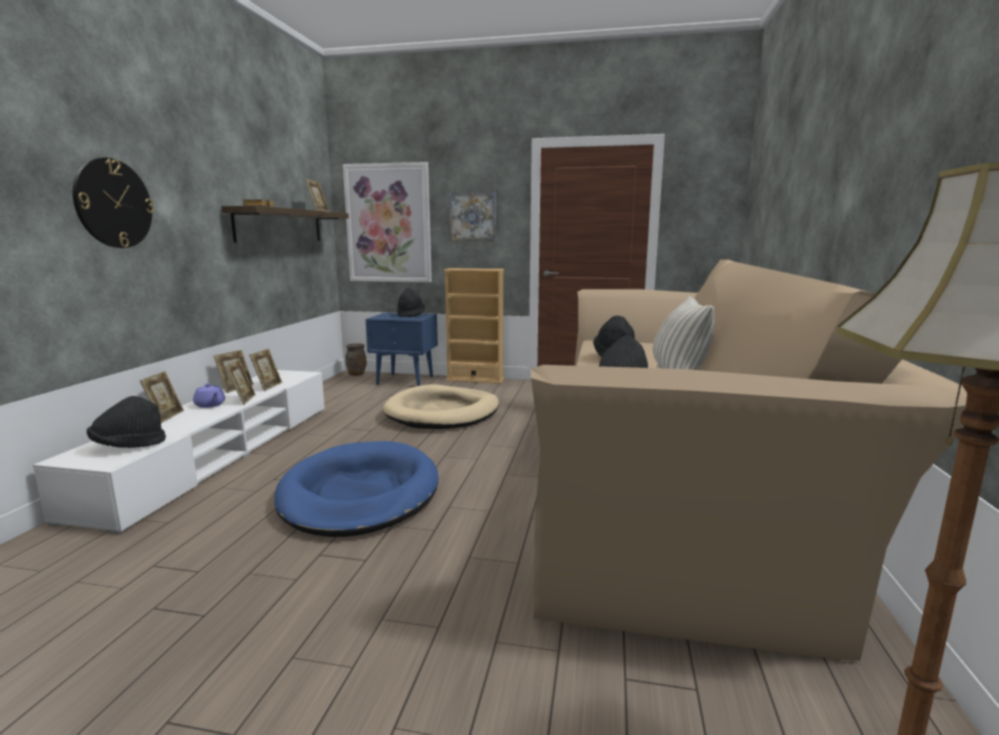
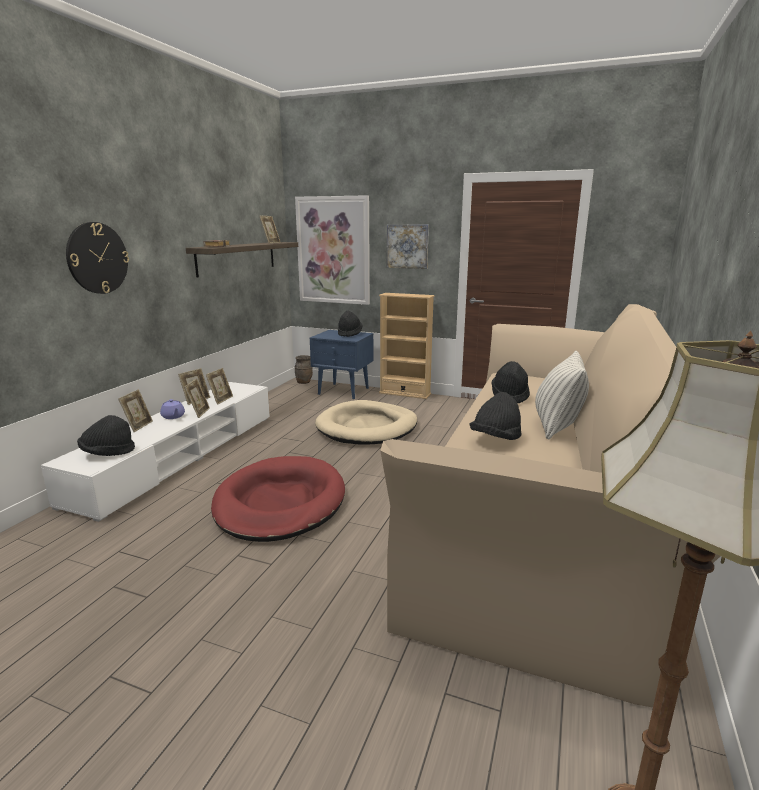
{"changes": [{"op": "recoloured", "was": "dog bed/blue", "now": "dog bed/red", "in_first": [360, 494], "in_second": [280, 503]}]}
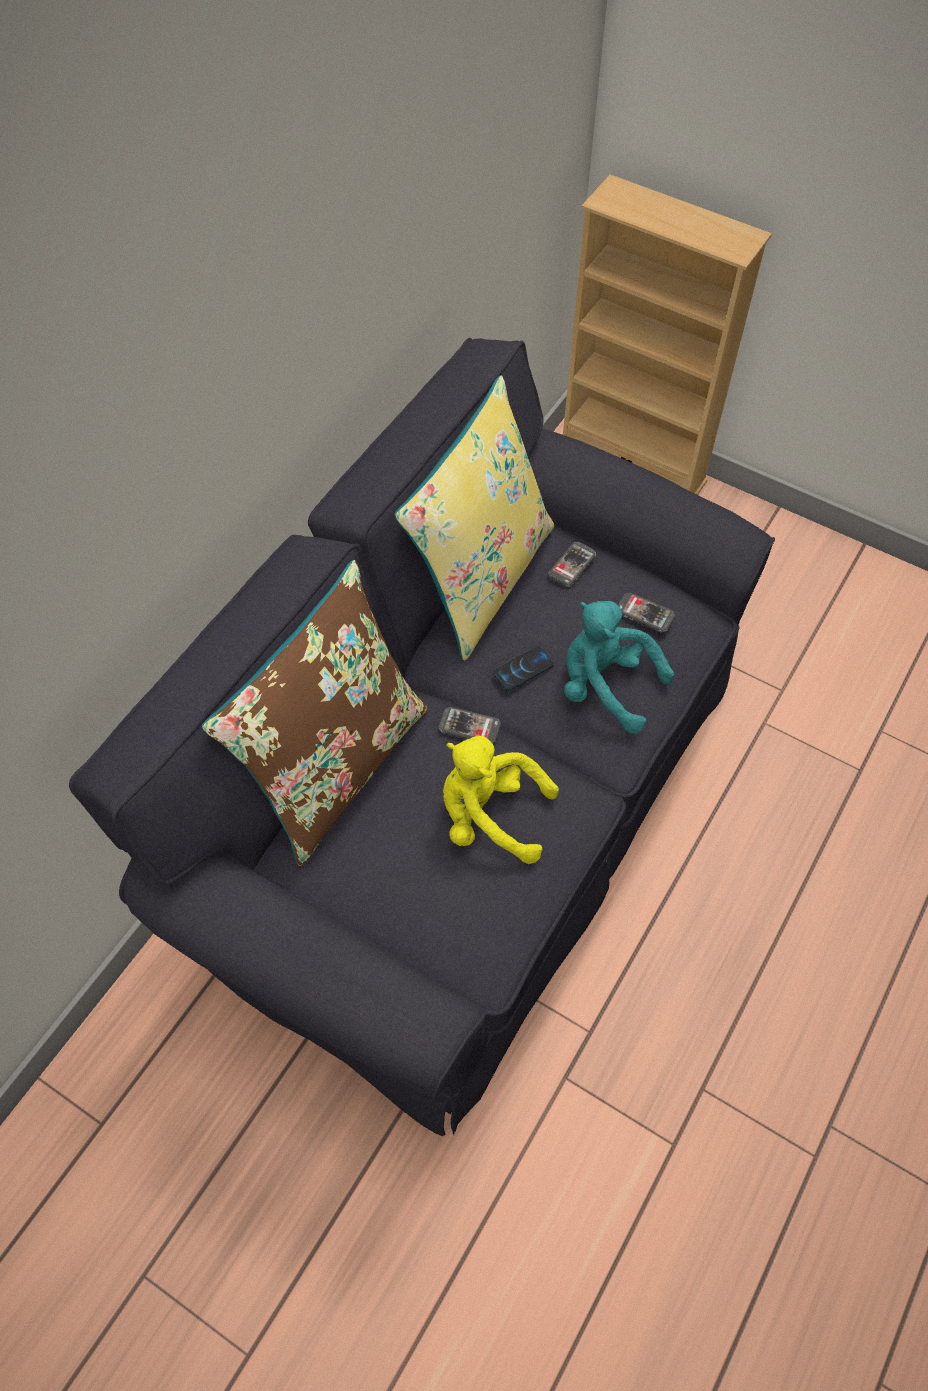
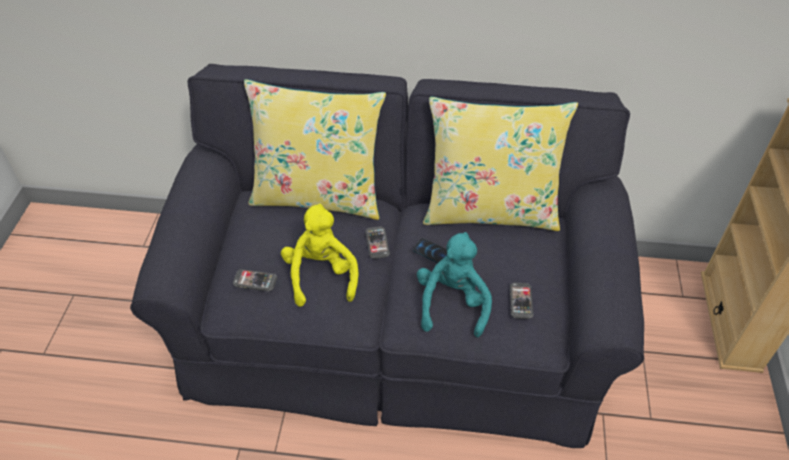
{"changes": [{"op": "moved", "was": "phone", "in_first": [572, 565], "in_second": [255, 281]}, {"op": "recoloured", "was": "pillow/brown", "now": "pillow/yellow", "in_first": [336, 765], "in_second": [318, 196]}]}
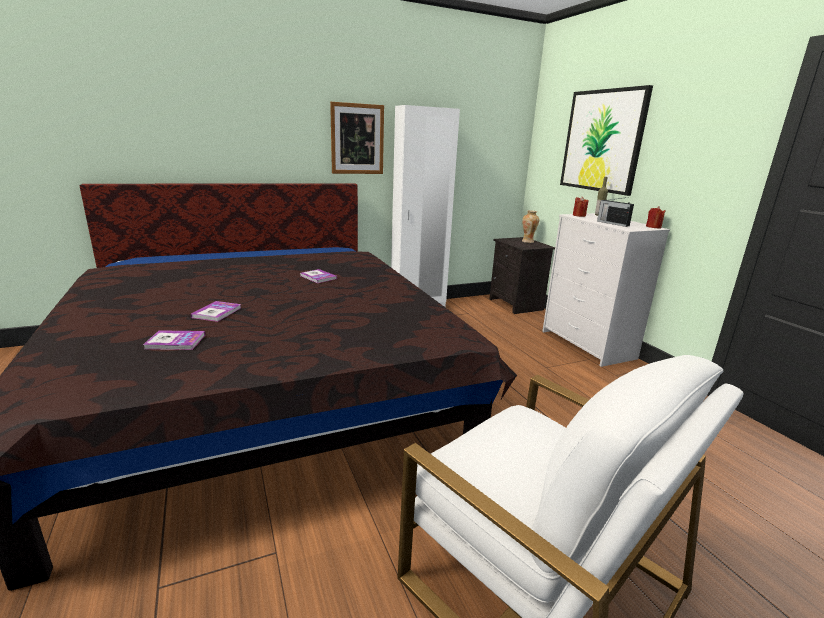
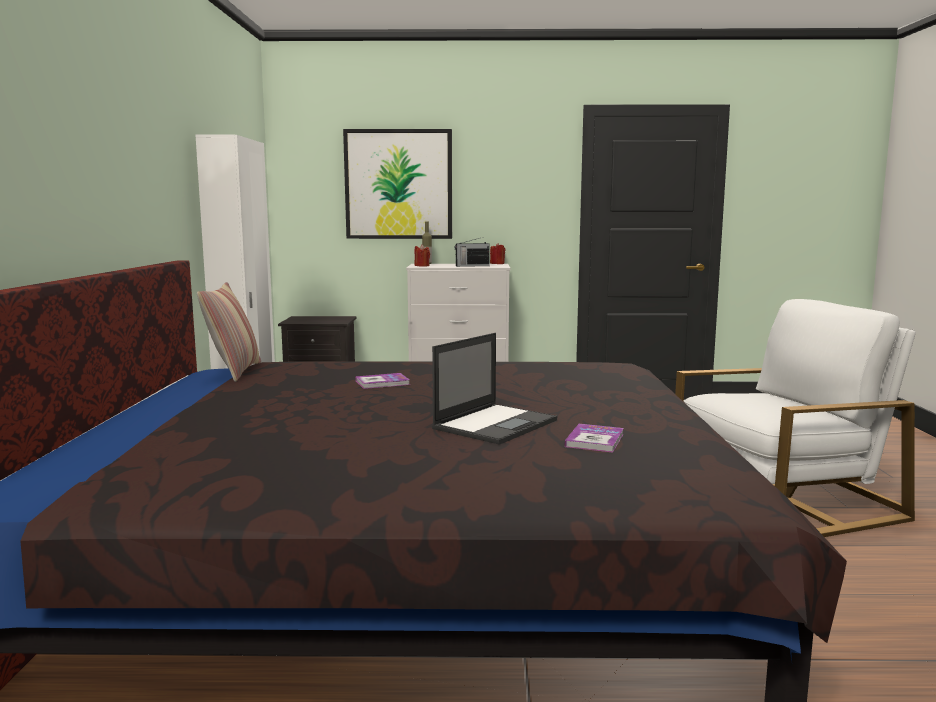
{"changes": [{"op": "added", "now": "pillow", "in_second": [234, 371]}, {"op": "replaced", "was": "book", "now": "laptop", "in_first": [217, 312], "in_second": [496, 424]}, {"op": "removed", "was": "picture", "in_first": [357, 139]}, {"op": "removed", "was": "vase", "in_first": [528, 241]}]}
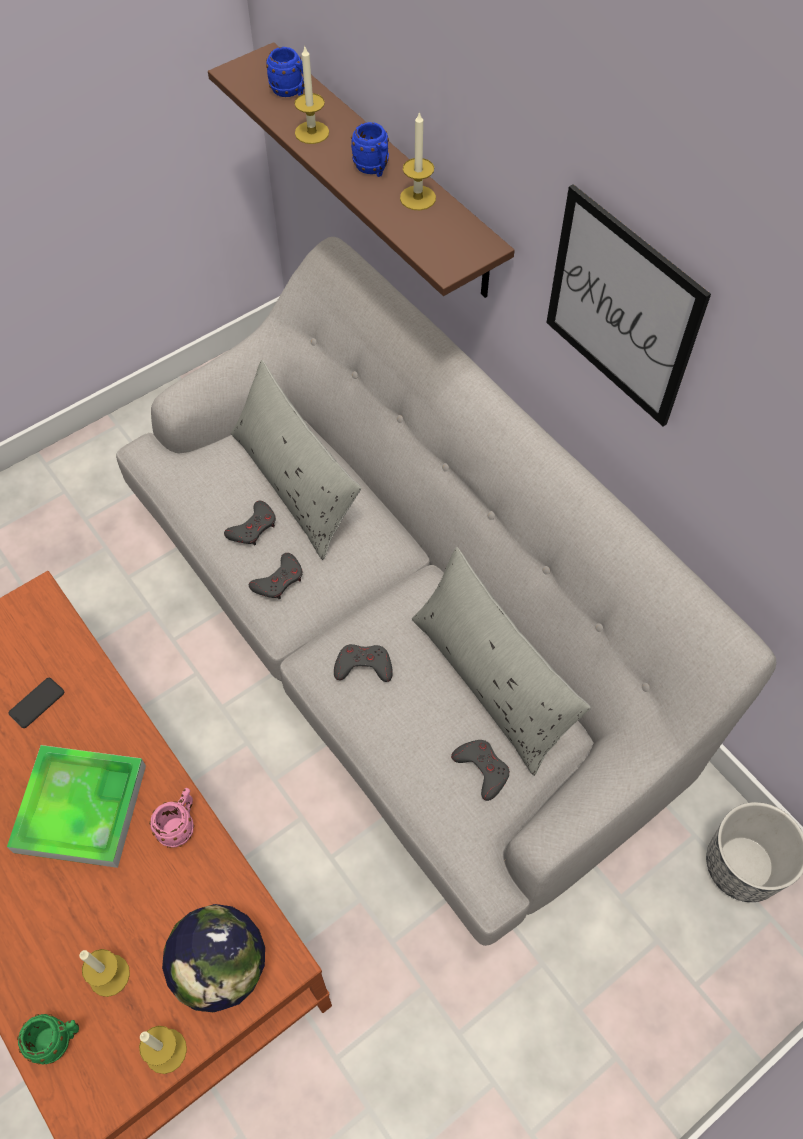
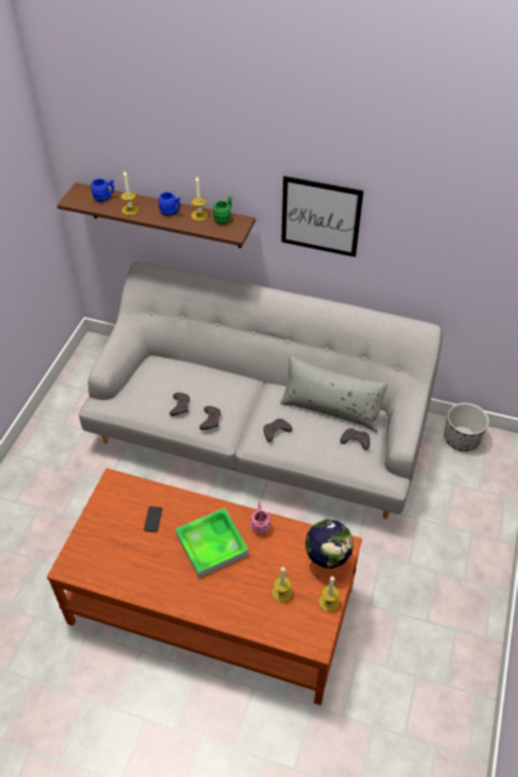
{"changes": [{"op": "moved", "was": "mug/green", "in_first": [59, 1040], "in_second": [224, 219]}, {"op": "removed", "was": "pillow/grey", "in_first": [295, 483]}]}
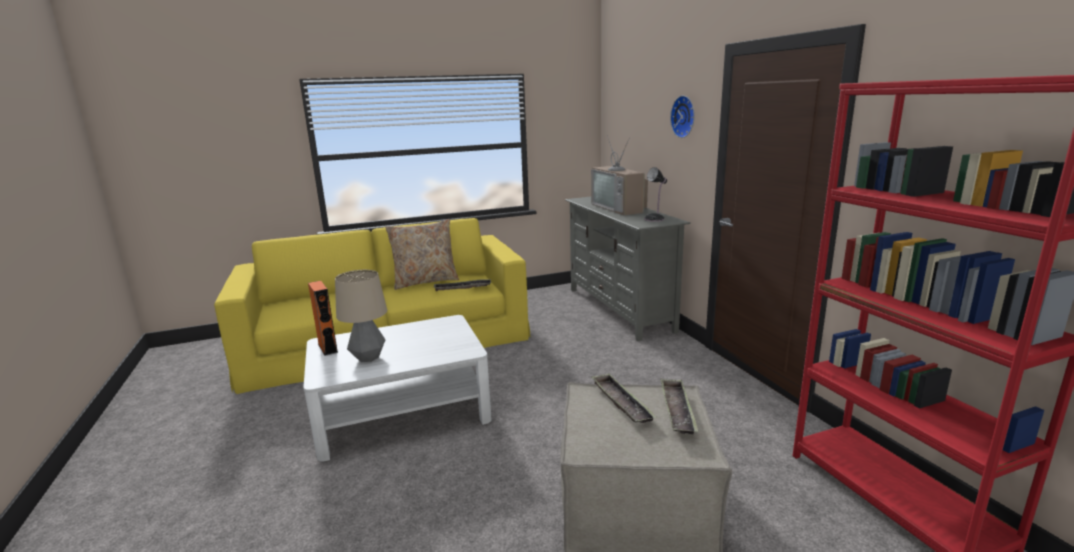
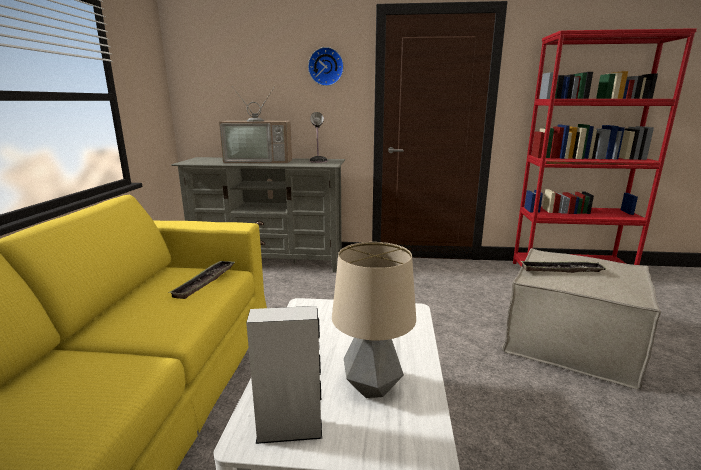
{"changes": [{"op": "recoloured", "was": "speaker/orange", "now": "speaker/grey", "in_first": [327, 348], "in_second": [289, 431]}, {"op": "removed", "was": "pillow/beige", "in_first": [425, 281]}, {"op": "removed", "was": "tray", "in_first": [677, 410]}]}
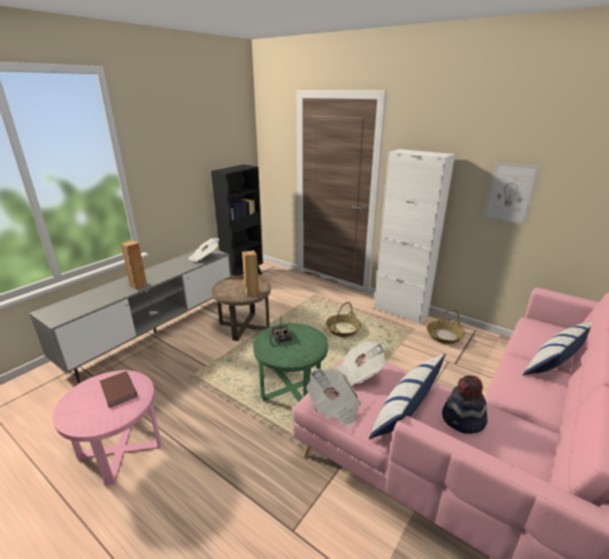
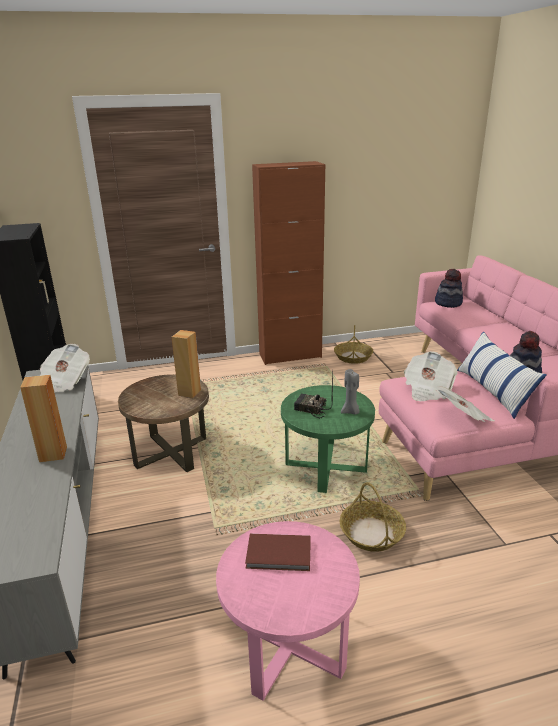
{"changes": [{"op": "recoloured", "was": "cabinet/white", "now": "cabinet/brown", "in_first": [400, 311], "in_second": [290, 355]}, {"op": "moved", "was": "basket", "in_first": [342, 329], "in_second": [372, 533]}, {"op": "added", "now": "candle/grey", "in_second": [350, 412]}, {"op": "added", "now": "hat", "in_second": [448, 303]}, {"op": "removed", "was": "picture", "in_first": [510, 193]}, {"op": "removed", "was": "pillow", "in_first": [554, 362]}]}
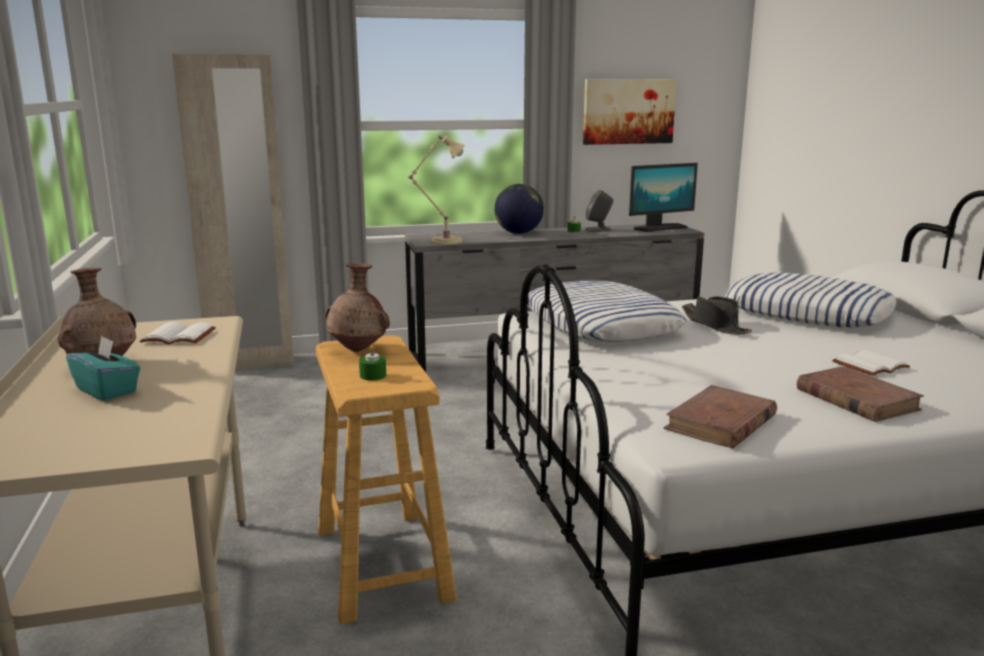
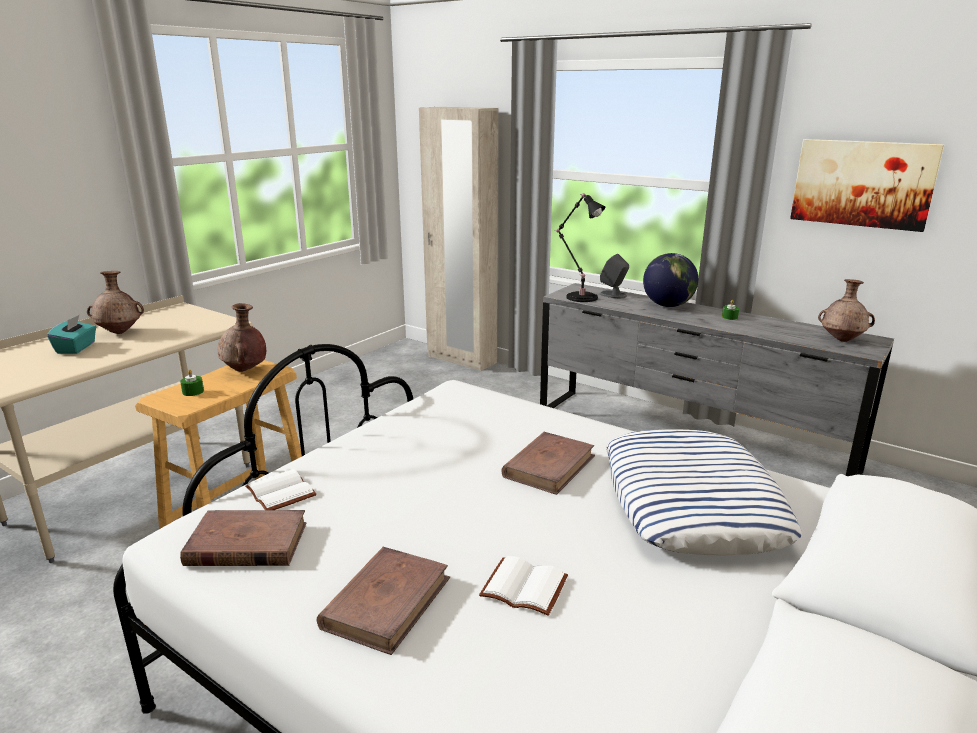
{"changes": [{"op": "moved", "was": "book/white", "in_first": [177, 337], "in_second": [278, 492]}, {"op": "replaced", "was": "hat/black", "now": "book/brown", "in_first": [715, 325], "in_second": [549, 466]}, {"op": "recoloured", "was": "table lamp/beige", "now": "table lamp/black", "in_first": [443, 241], "in_second": [579, 297]}, {"op": "moved", "was": "speaker/grey", "in_first": [598, 230], "in_second": [613, 295]}, {"op": "replaced", "was": "monitor", "now": "vase/brown", "in_first": [660, 228], "in_second": [842, 340]}, {"op": "removed", "was": "pillow", "in_first": [601, 324]}]}
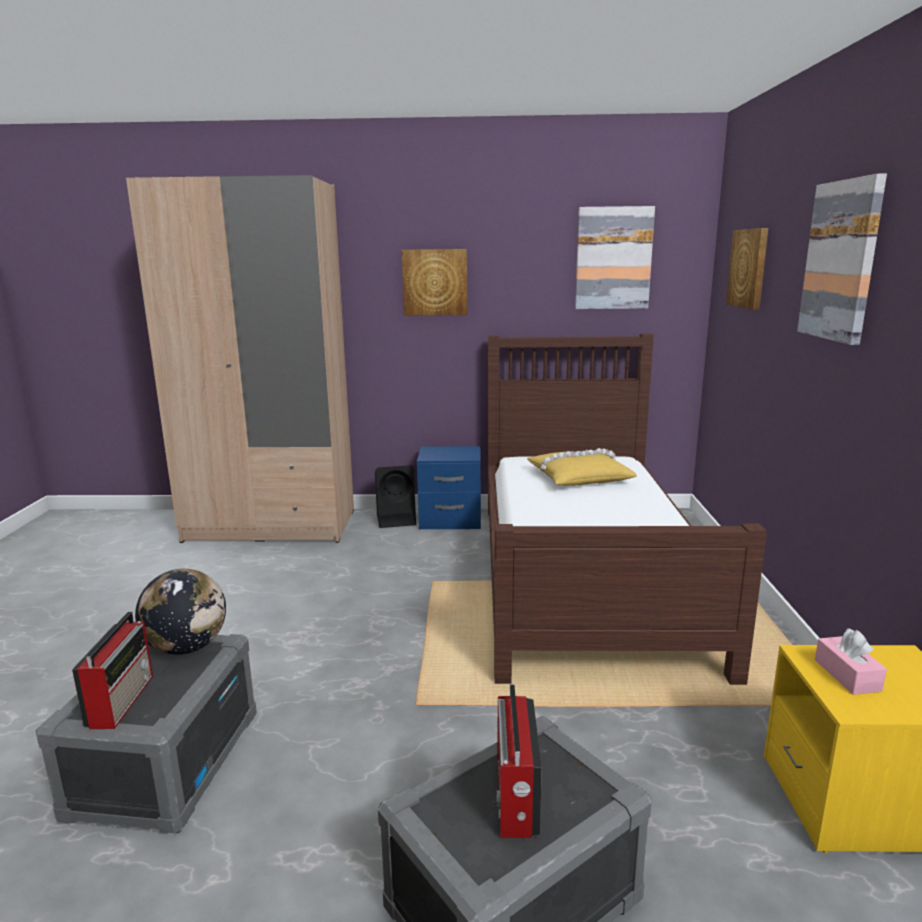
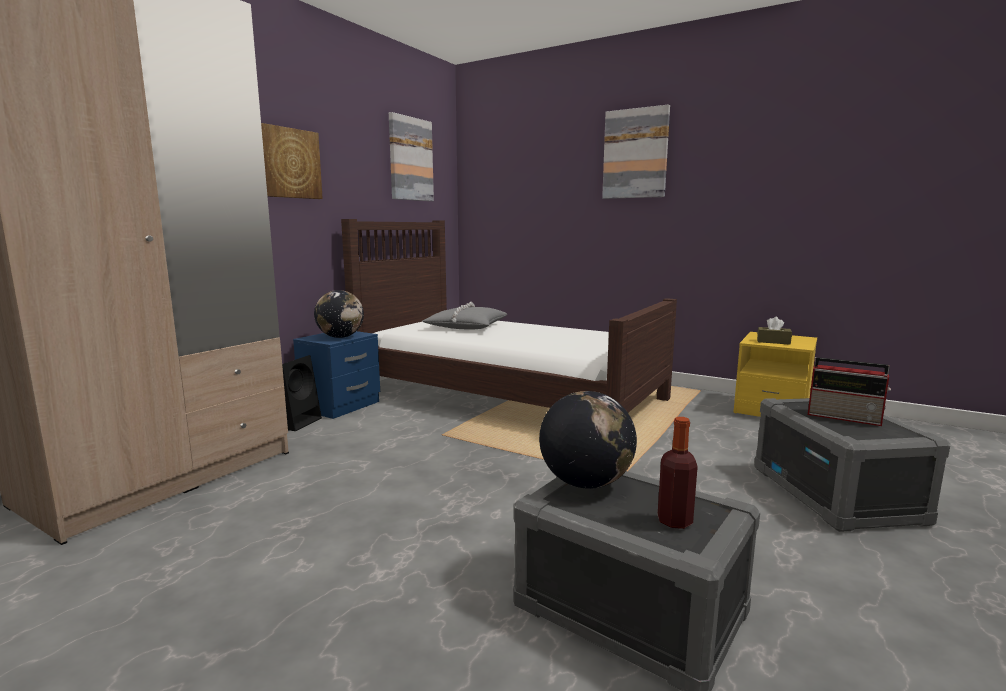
{"changes": [{"op": "added", "now": "globe", "in_second": [340, 337]}, {"op": "recoloured", "was": "pillow/yellow", "now": "pillow/grey", "in_first": [578, 477], "in_second": [466, 326]}, {"op": "replaced", "was": "radio", "now": "bottle", "in_first": [122, 699], "in_second": [674, 521]}, {"op": "recoloured", "was": "tissue box/pink", "now": "tissue box/brown", "in_first": [847, 675], "in_second": [773, 341]}, {"op": "removed", "was": "picture", "in_first": [749, 268]}]}
